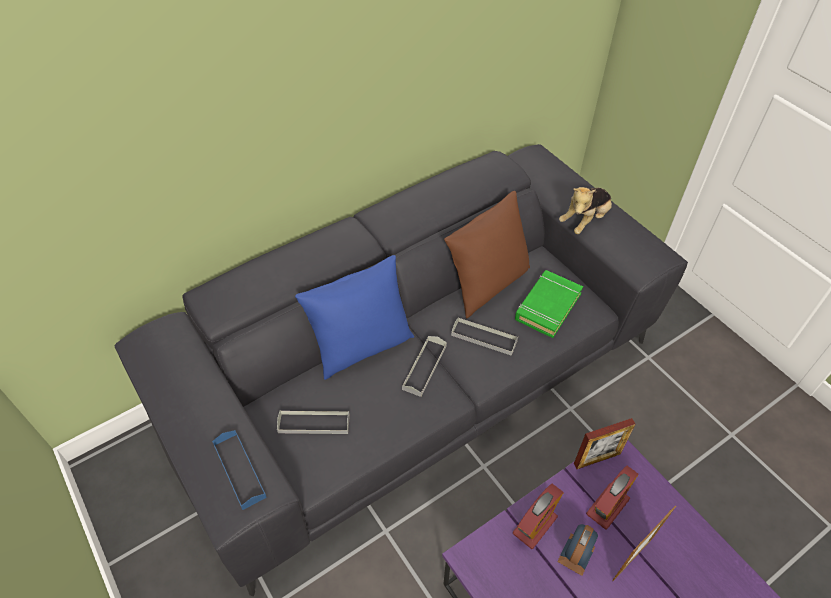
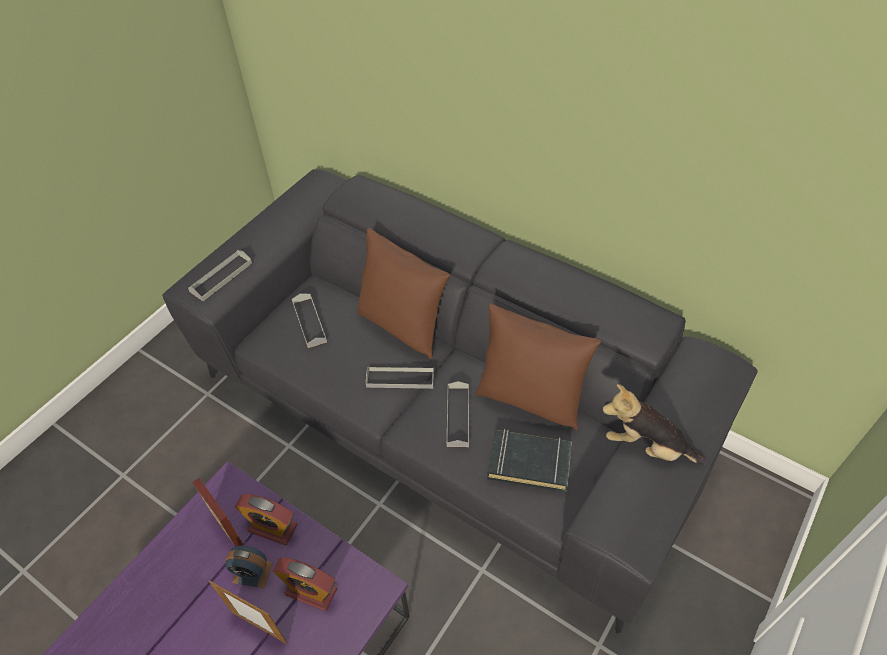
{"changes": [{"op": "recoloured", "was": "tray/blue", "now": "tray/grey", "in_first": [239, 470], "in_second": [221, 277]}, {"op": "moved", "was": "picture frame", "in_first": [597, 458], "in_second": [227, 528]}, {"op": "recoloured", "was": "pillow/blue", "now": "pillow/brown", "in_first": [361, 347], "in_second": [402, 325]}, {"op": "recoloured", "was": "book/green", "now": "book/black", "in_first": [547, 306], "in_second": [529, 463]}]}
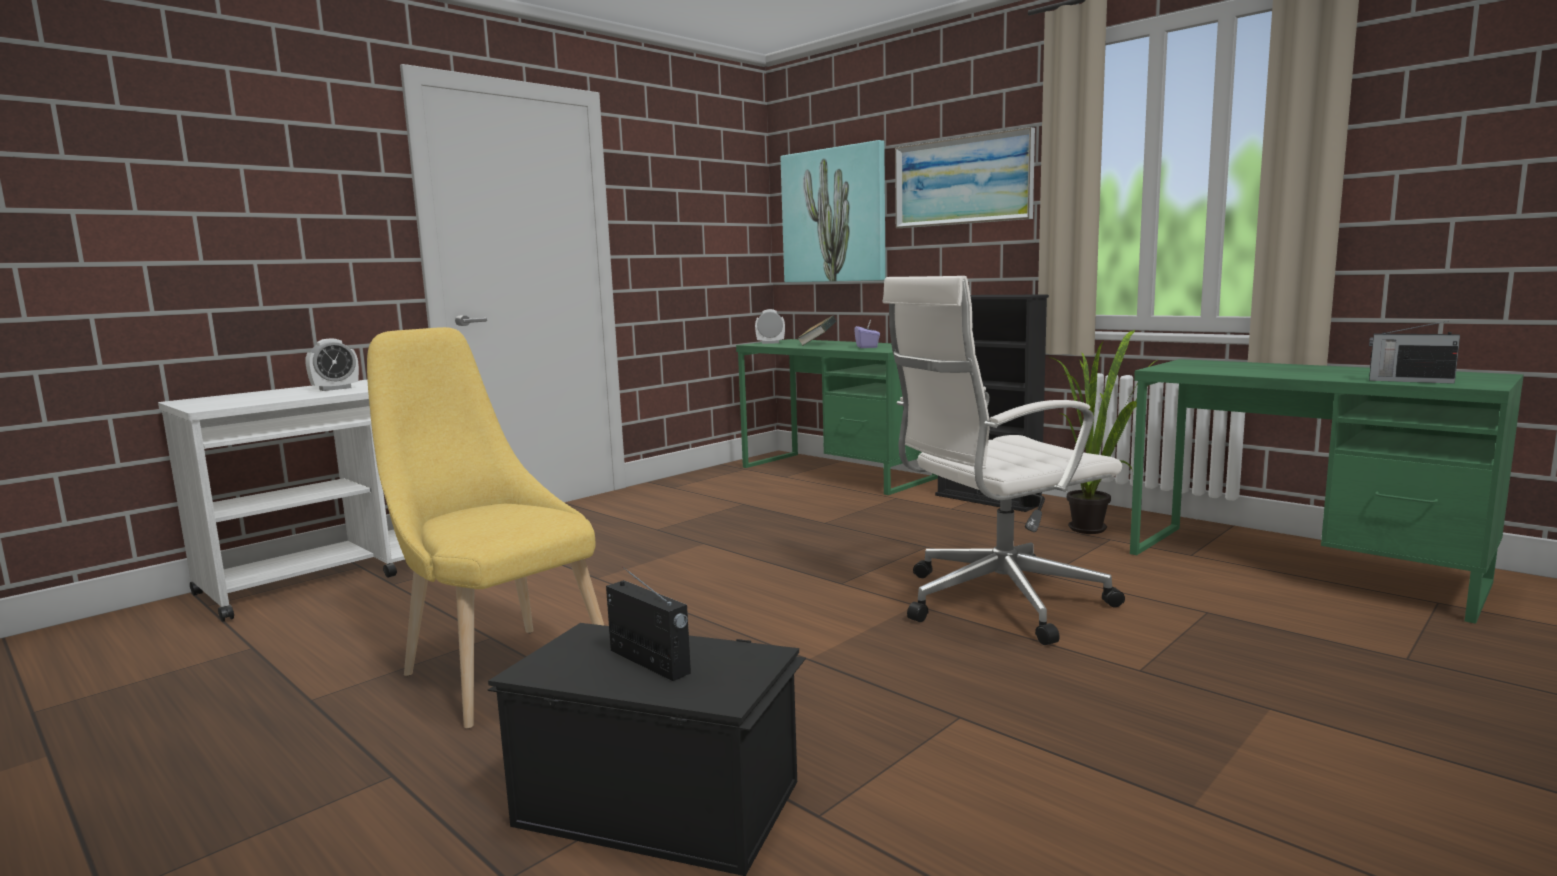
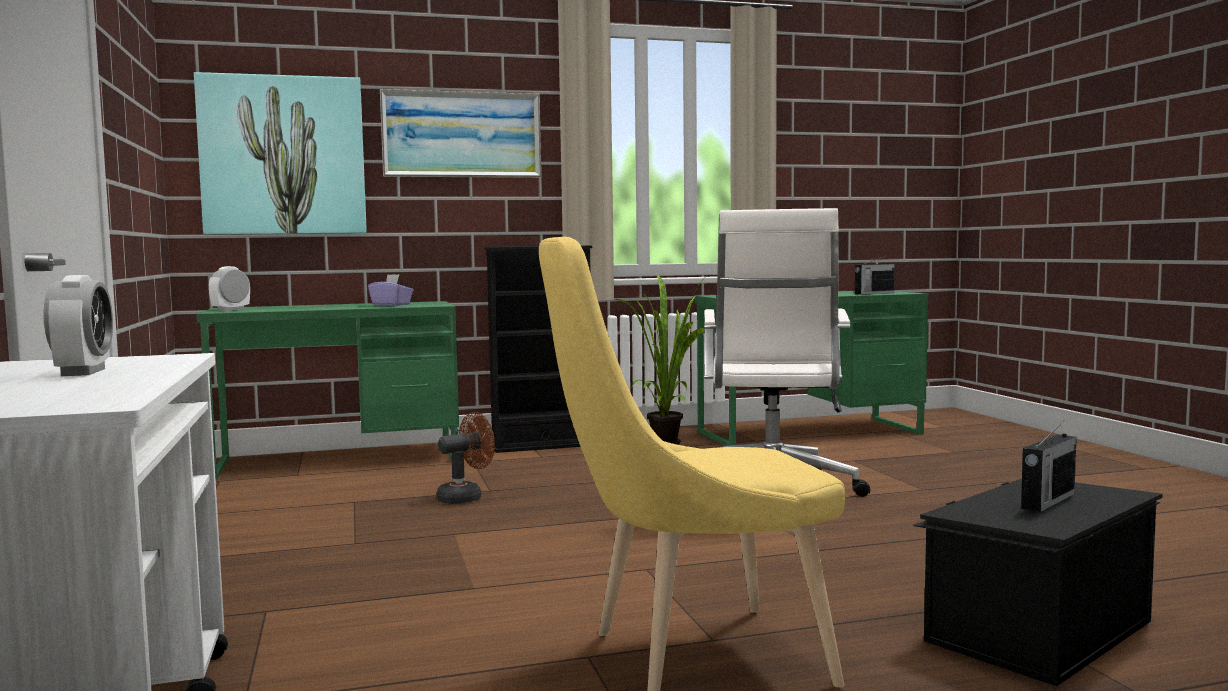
{"changes": [{"op": "added", "now": "fan/brown", "in_second": [466, 497]}, {"op": "turned", "was": "radio", "in_first": [650, 662], "in_second": [1047, 501], "clockwise": 150}, {"op": "removed", "was": "book", "in_first": [817, 344]}]}
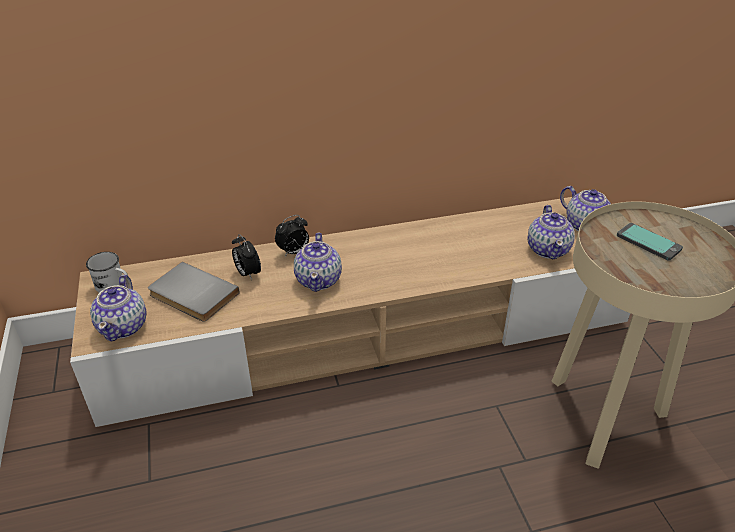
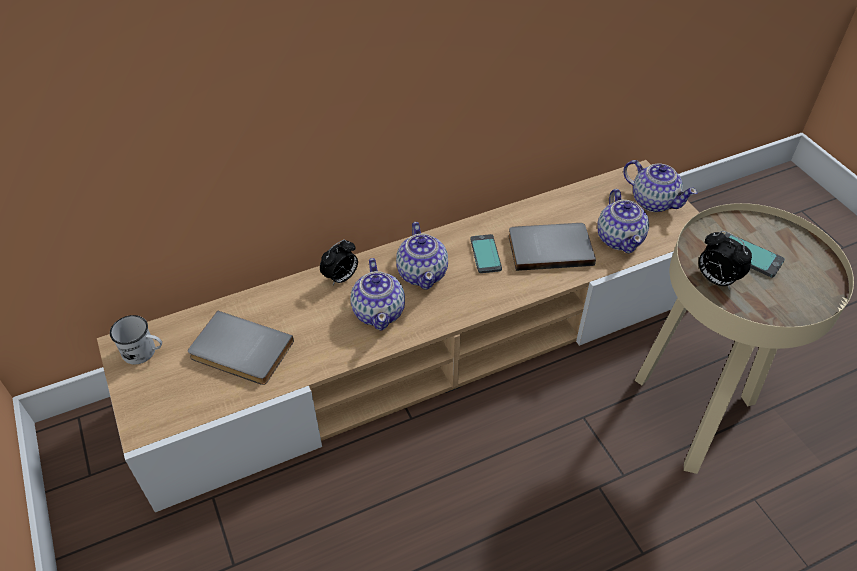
{"changes": [{"op": "moved", "was": "teapot", "in_first": [124, 326], "in_second": [422, 273]}, {"op": "added", "now": "phone", "in_second": [485, 254]}, {"op": "added", "now": "book/grey", "in_second": [549, 247]}, {"op": "moved", "was": "alarm clock", "in_first": [247, 273], "in_second": [715, 279]}]}
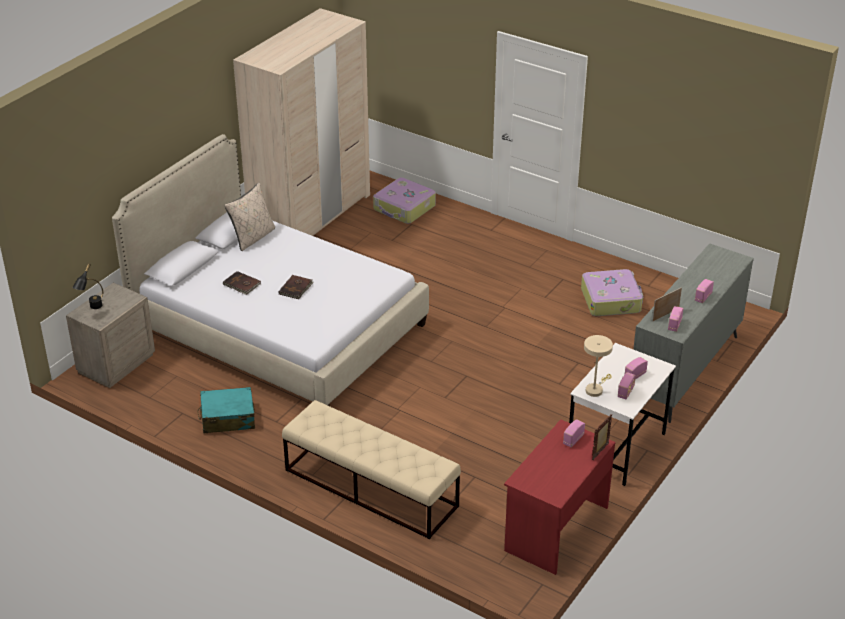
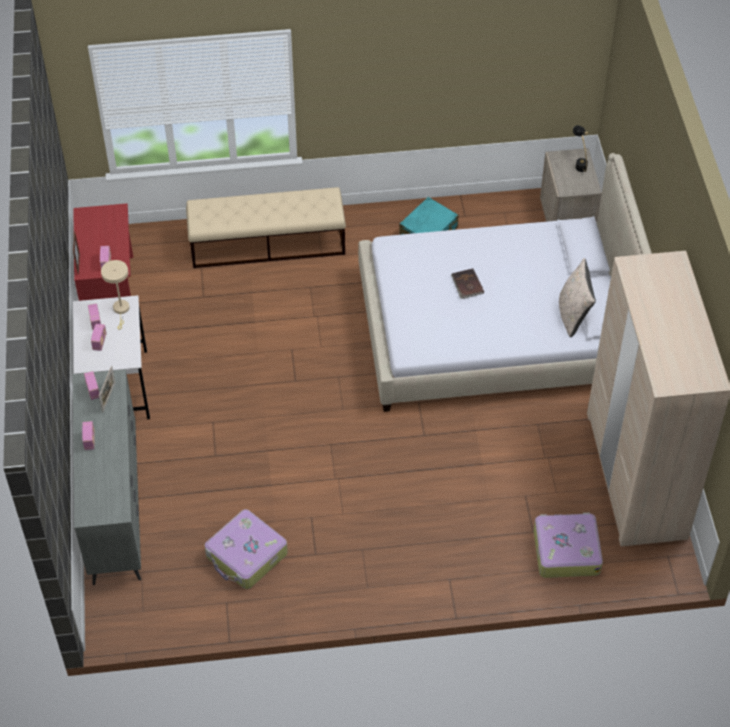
{"changes": [{"op": "removed", "was": "book/brown", "in_first": [241, 284]}]}
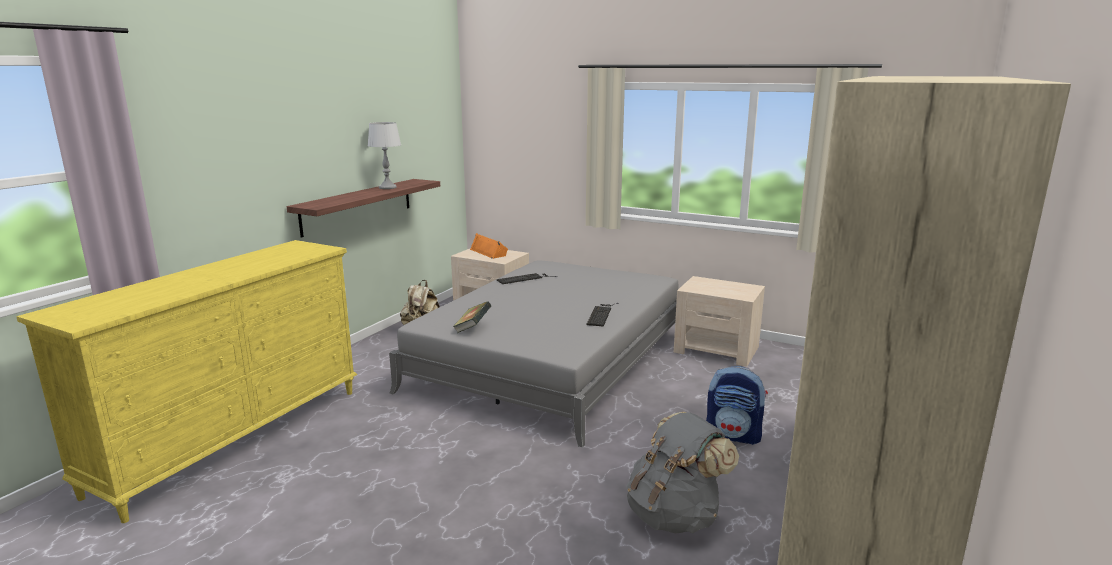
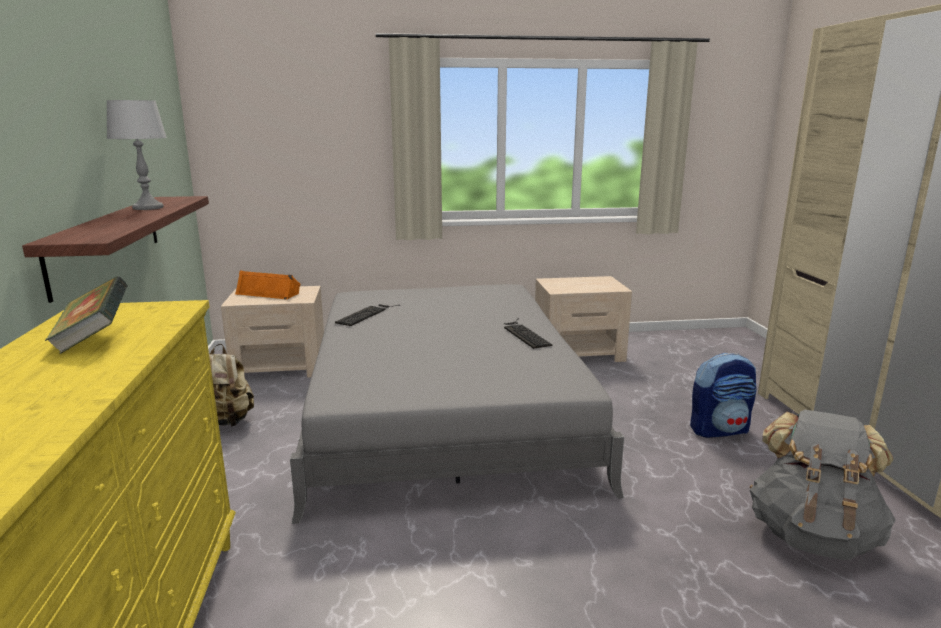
{"changes": [{"op": "moved", "was": "book", "in_first": [472, 328], "in_second": [94, 339]}]}
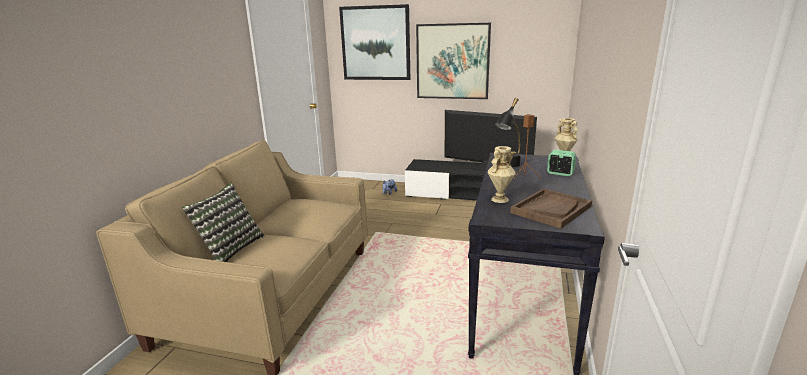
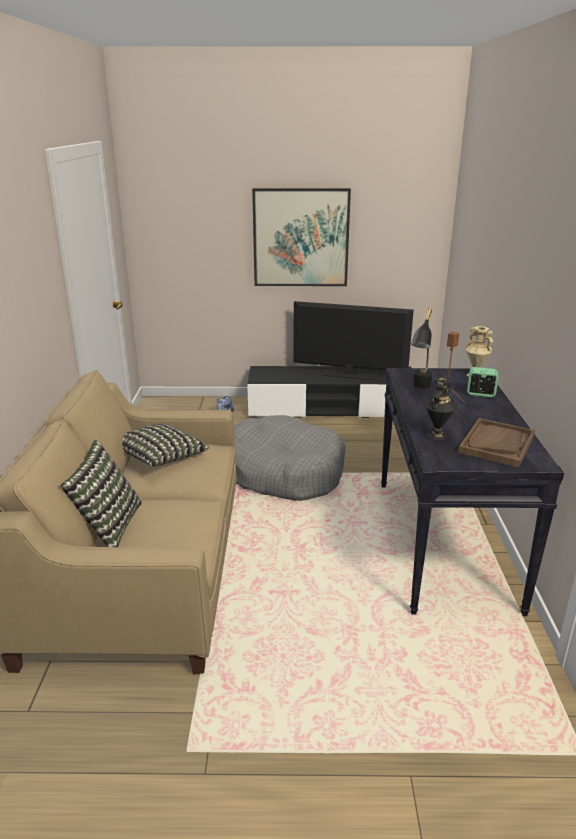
{"changes": [{"op": "added", "now": "pillow", "in_second": [159, 458]}, {"op": "added", "now": "dog bed/grey", "in_second": [283, 472]}, {"op": "recoloured", "was": "vase/beige", "now": "vase/black", "in_first": [500, 199], "in_second": [437, 435]}, {"op": "removed", "was": "picture", "in_first": [375, 43]}]}
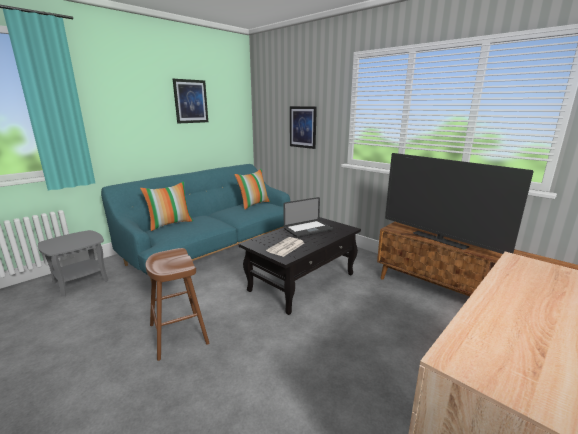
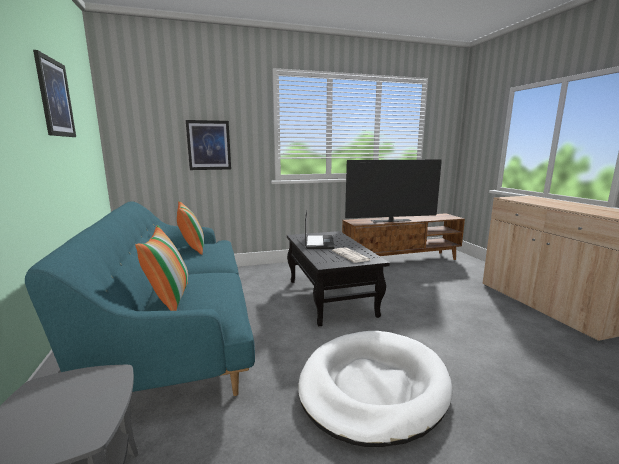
{"changes": [{"op": "replaced", "was": "stool/brown", "now": "dog bed/white", "in_first": [178, 334], "in_second": [373, 387]}]}
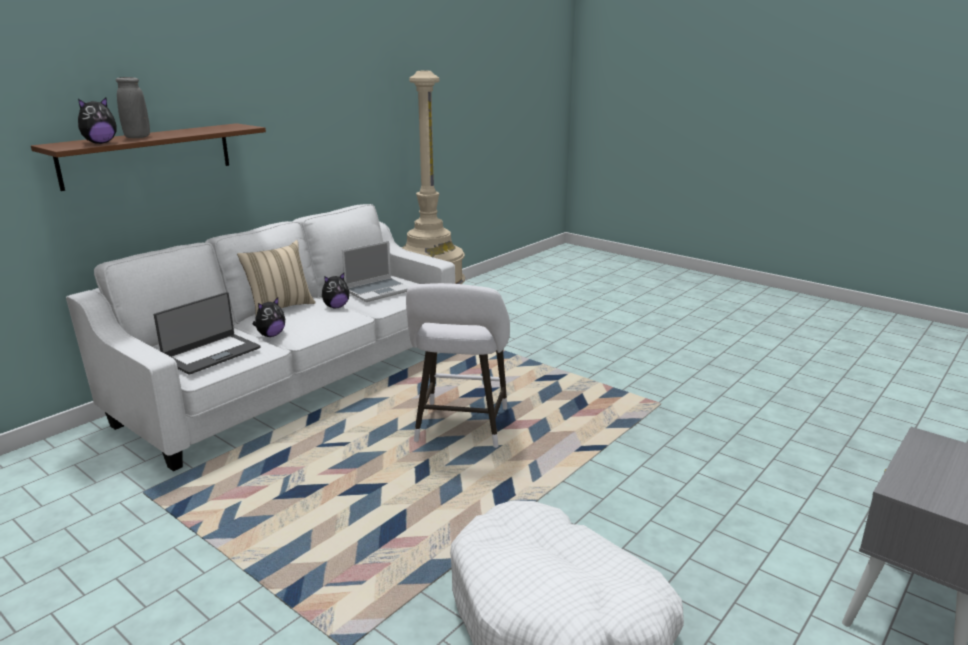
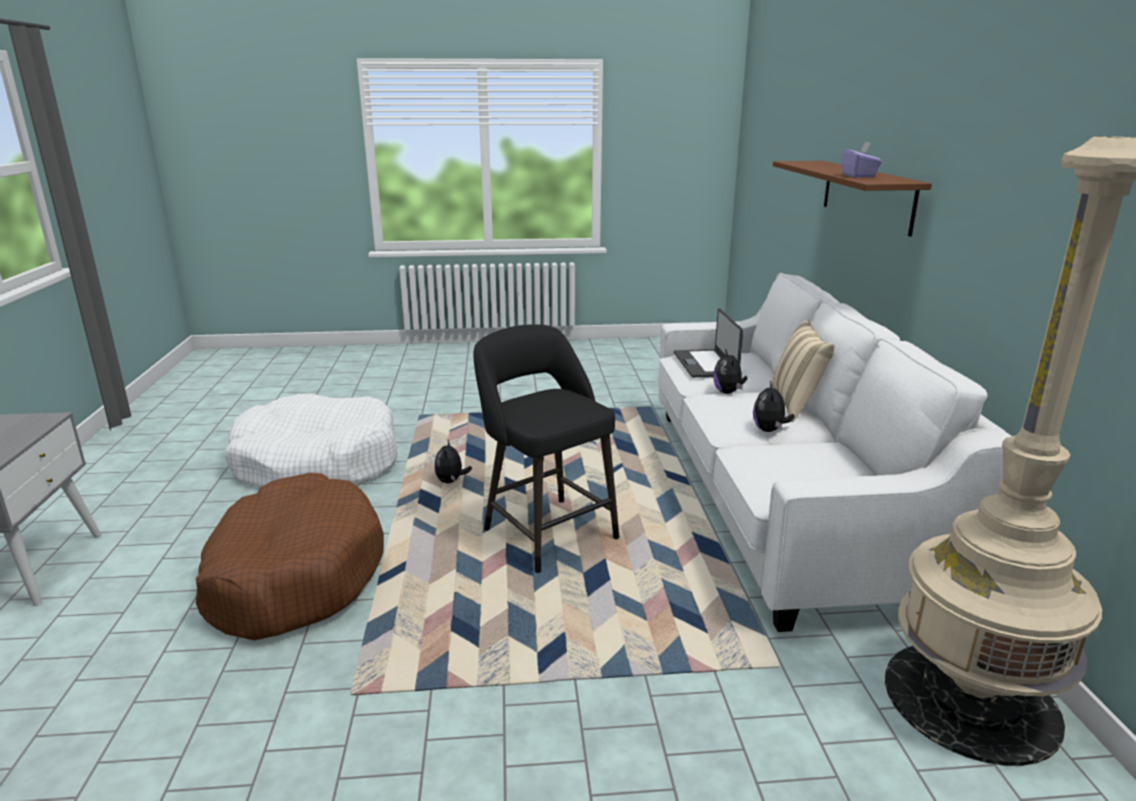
{"changes": [{"op": "added", "now": "dog bed/brown", "in_second": [293, 574]}, {"op": "moved", "was": "plush toy", "in_first": [100, 143], "in_second": [451, 481]}, {"op": "recoloured", "was": "stool/white", "now": "stool/black", "in_first": [461, 428], "in_second": [546, 531]}, {"op": "added", "now": "tissue box/purple", "in_second": [859, 176]}, {"op": "removed", "was": "vase/grey", "in_first": [137, 137]}, {"op": "removed", "was": "laptop", "in_first": [378, 291]}]}
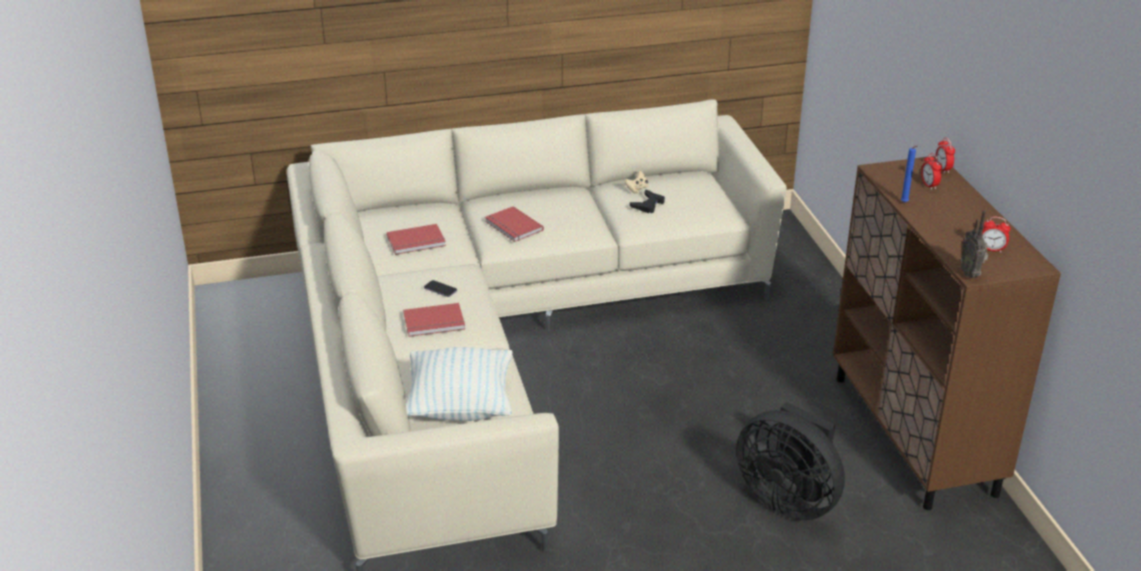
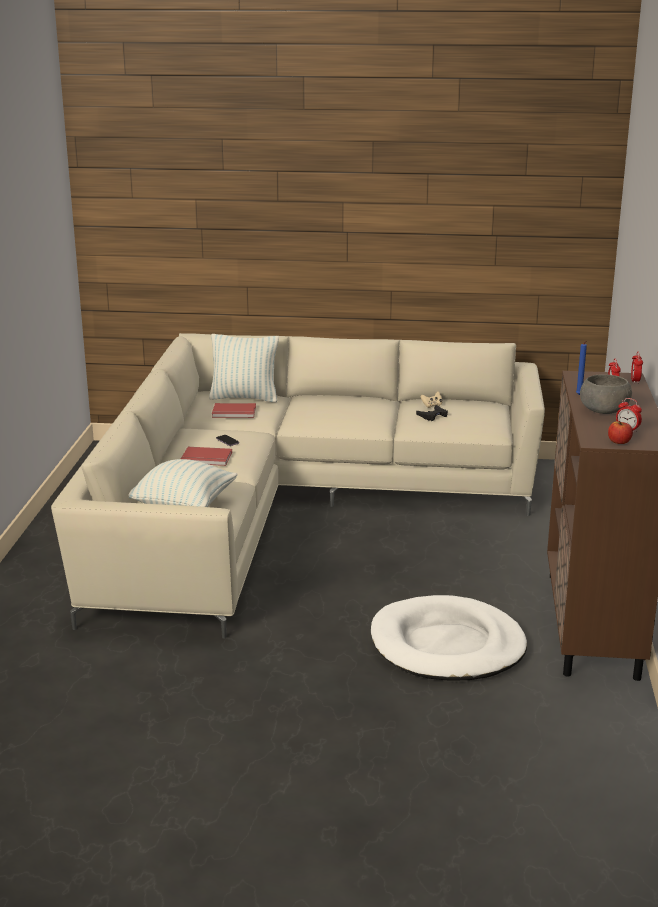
{"changes": [{"op": "added", "now": "pillow", "in_second": [244, 398]}, {"op": "replaced", "was": "fan/black", "now": "dog bed/white", "in_first": [789, 499], "in_second": [447, 645]}, {"op": "added", "now": "bowl/grey", "in_second": [604, 410]}, {"op": "added", "now": "apple", "in_second": [619, 442]}, {"op": "removed", "was": "book/red", "in_first": [512, 227]}, {"op": "removed", "was": "radio", "in_first": [971, 274]}]}
